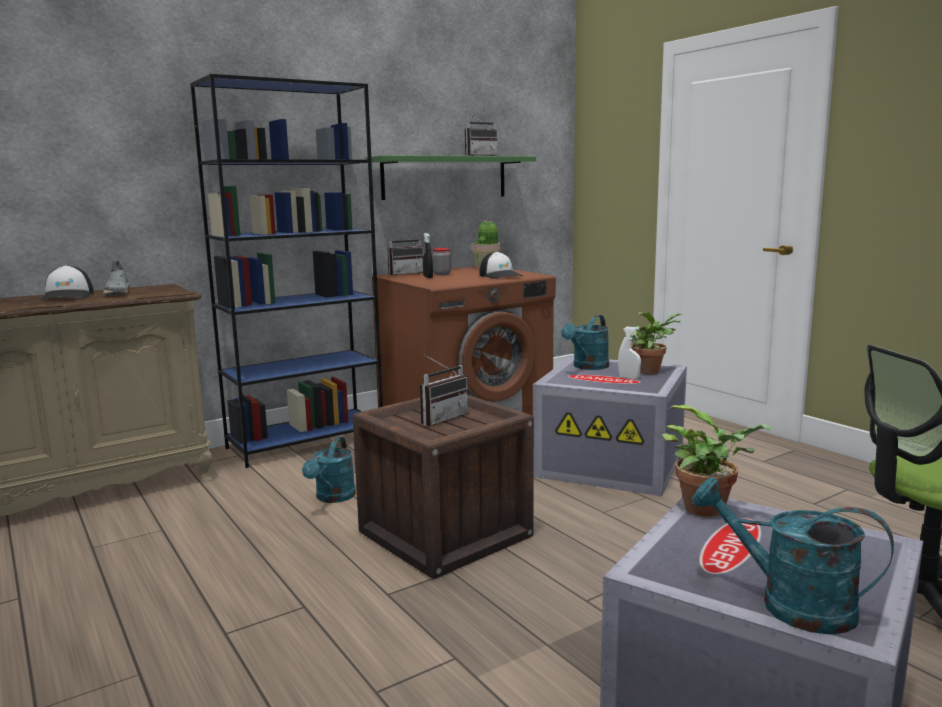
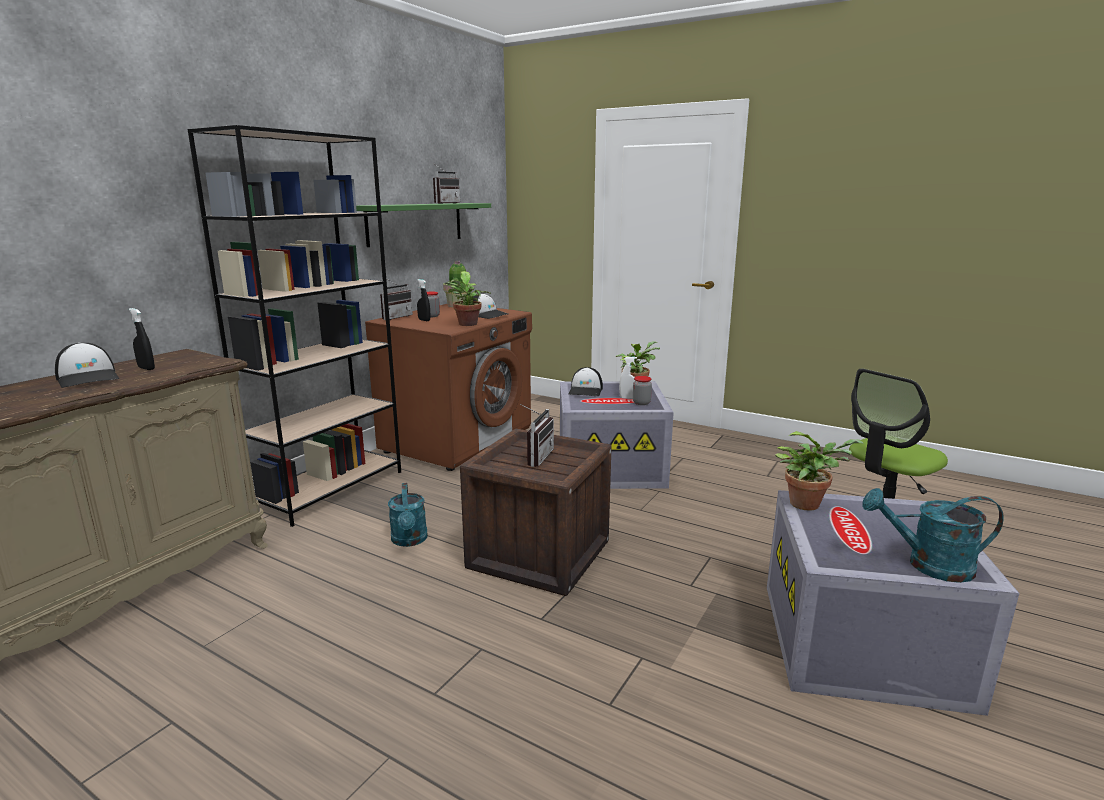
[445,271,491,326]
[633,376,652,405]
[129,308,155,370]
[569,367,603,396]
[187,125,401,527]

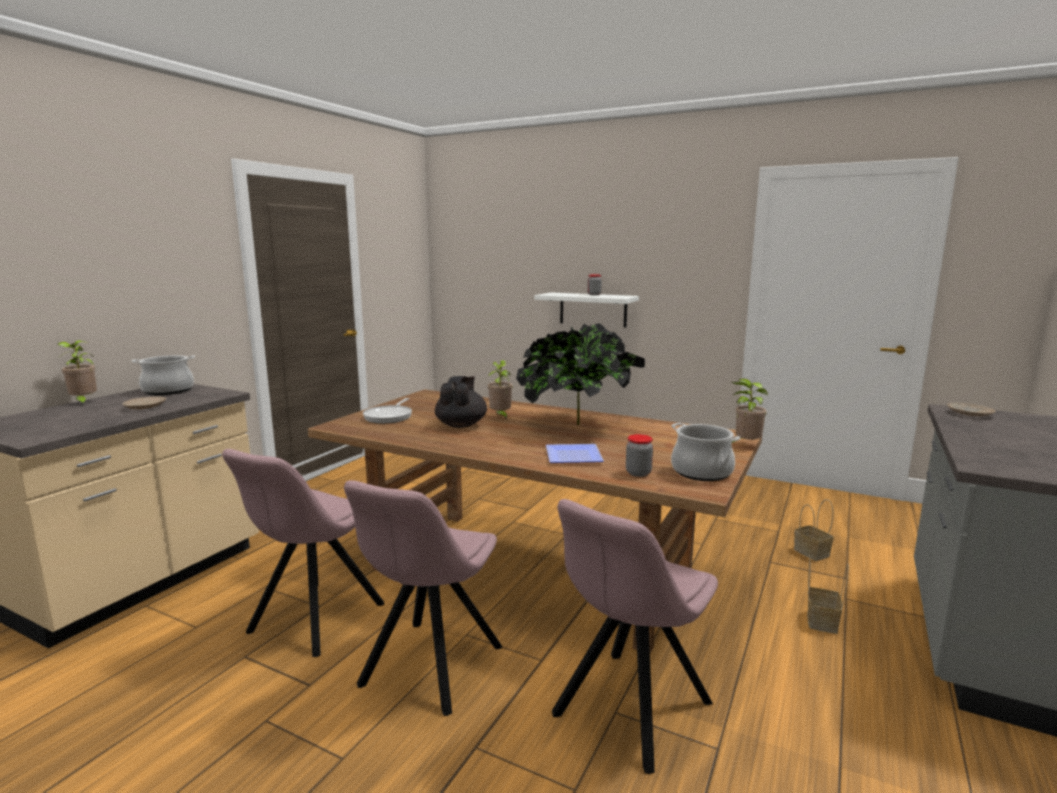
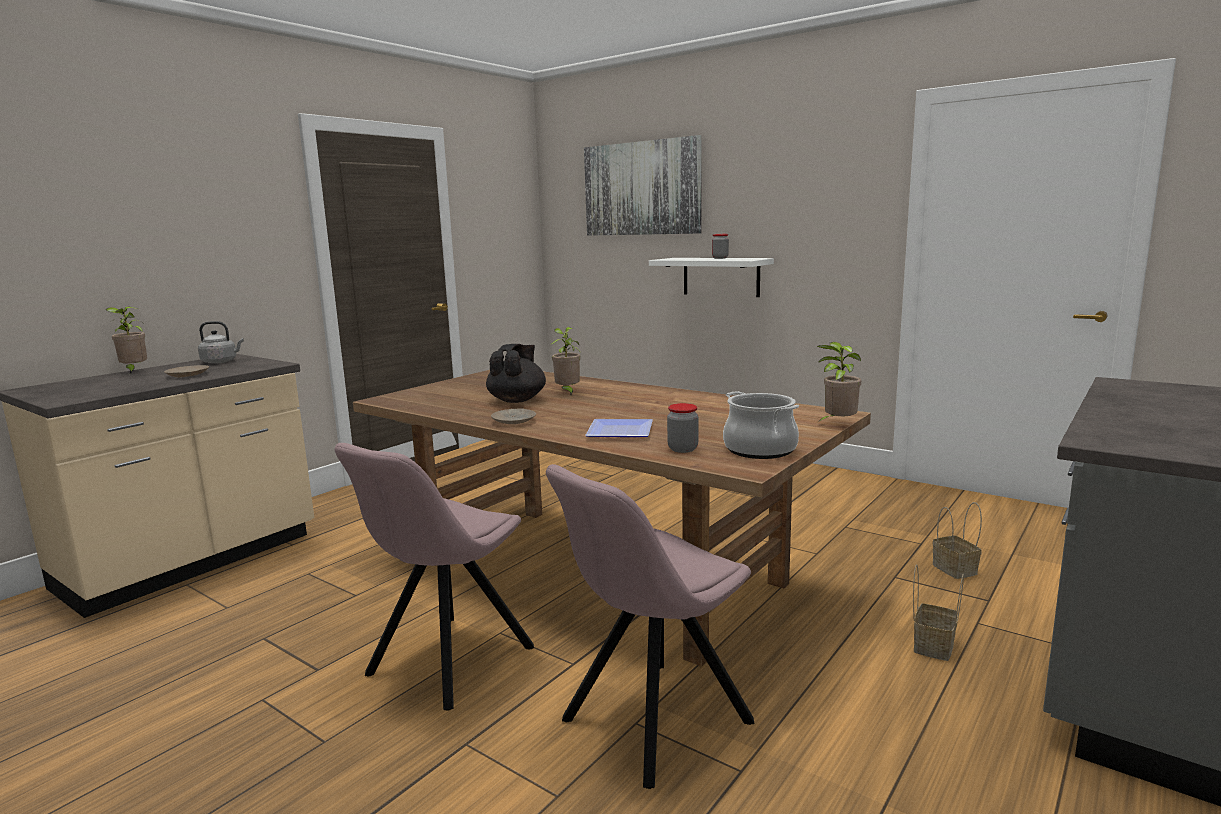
[222,449,384,657] (first image)
[363,398,412,424] (first image)
[516,323,645,425] (first image)
[584,135,702,236]
[491,408,536,424]
[198,321,244,364]

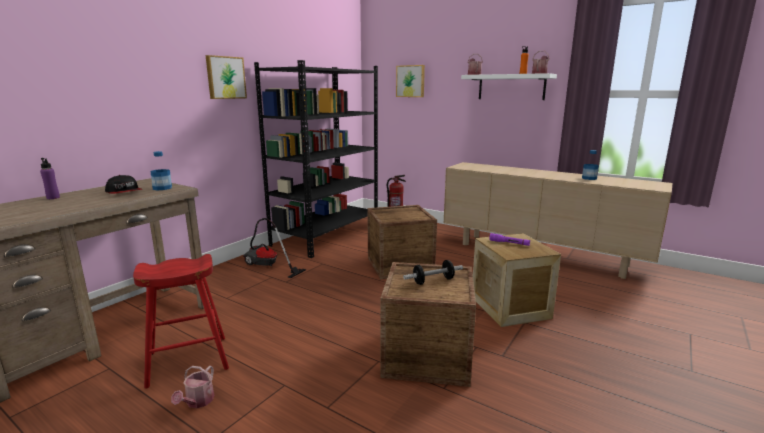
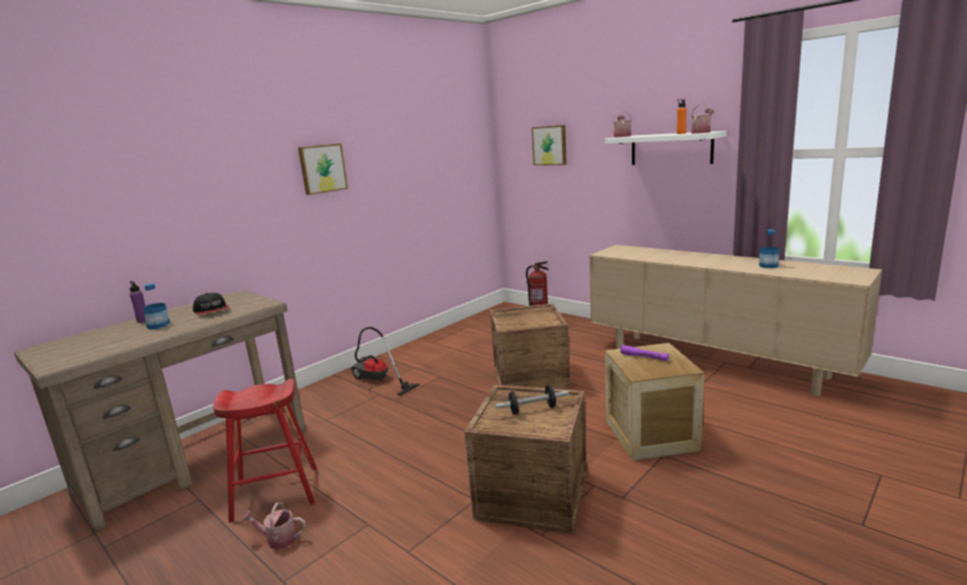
[254,60,378,258] (first image)
[144,283,170,330]
[241,502,306,550]

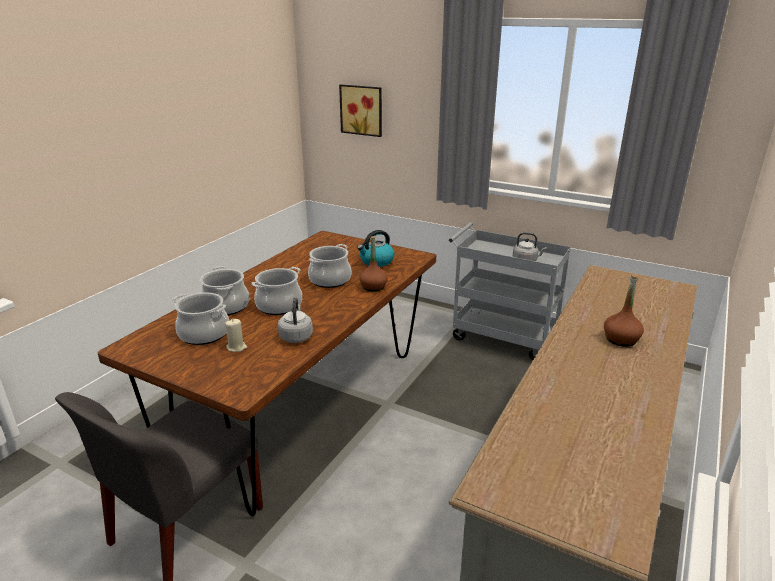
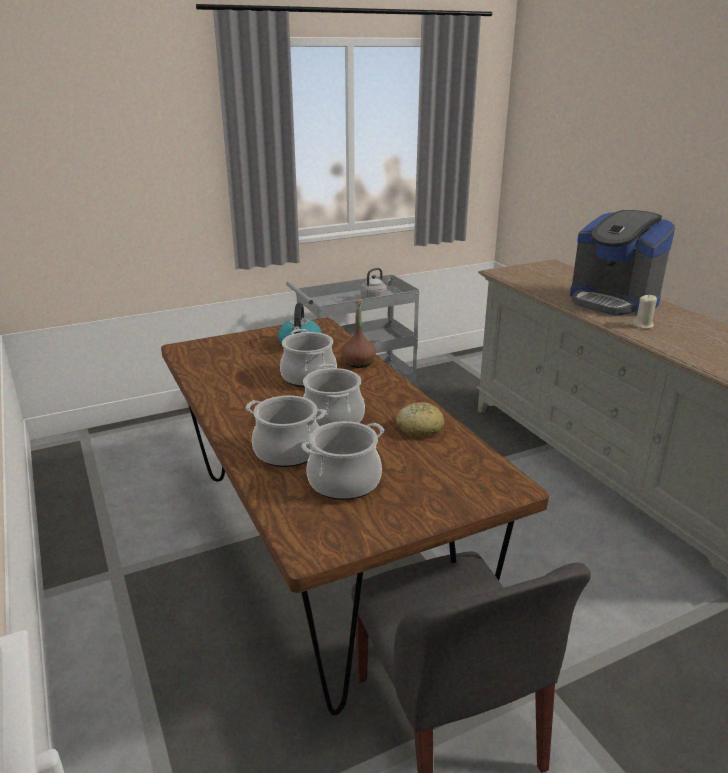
[339,85,382,137] (first image)
[632,294,657,329]
[396,402,444,437]
[570,210,675,315]

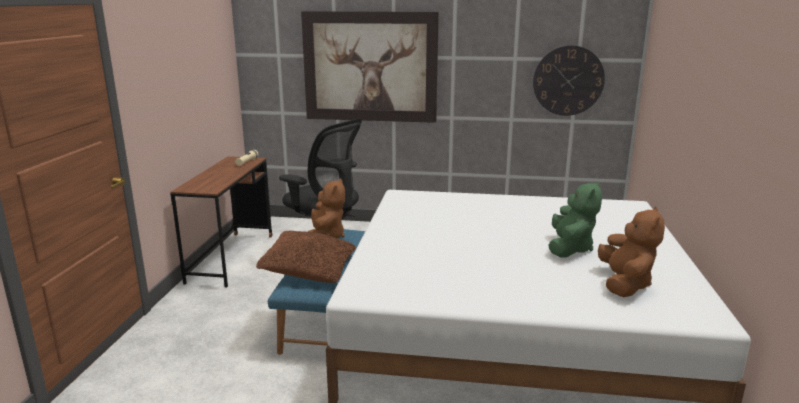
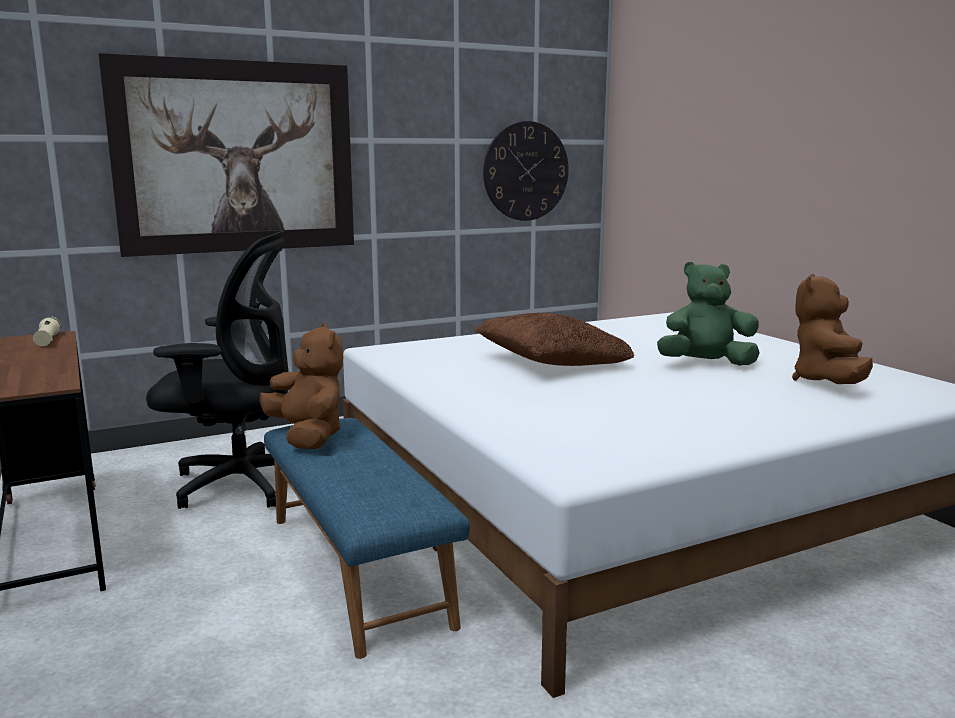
[475,313,634,366]
[657,262,760,366]
[792,274,873,384]

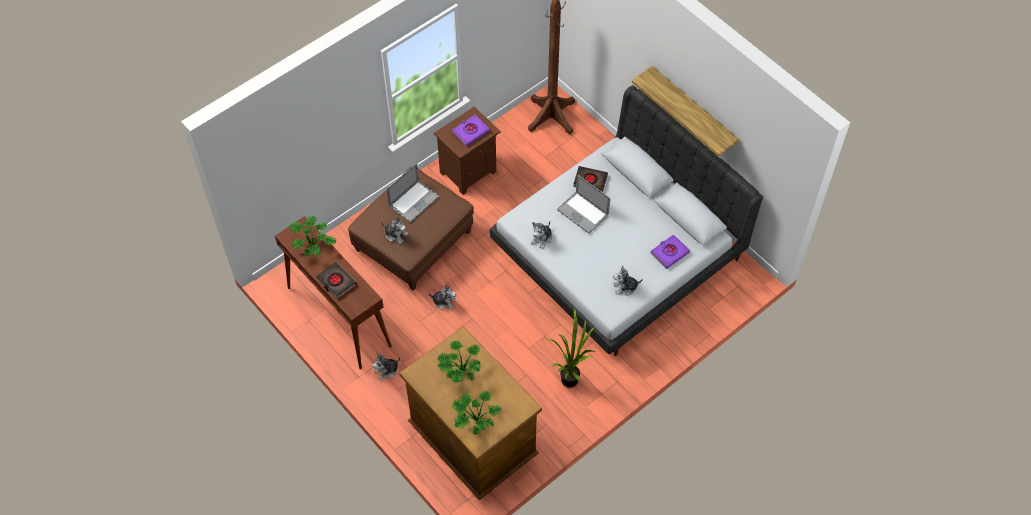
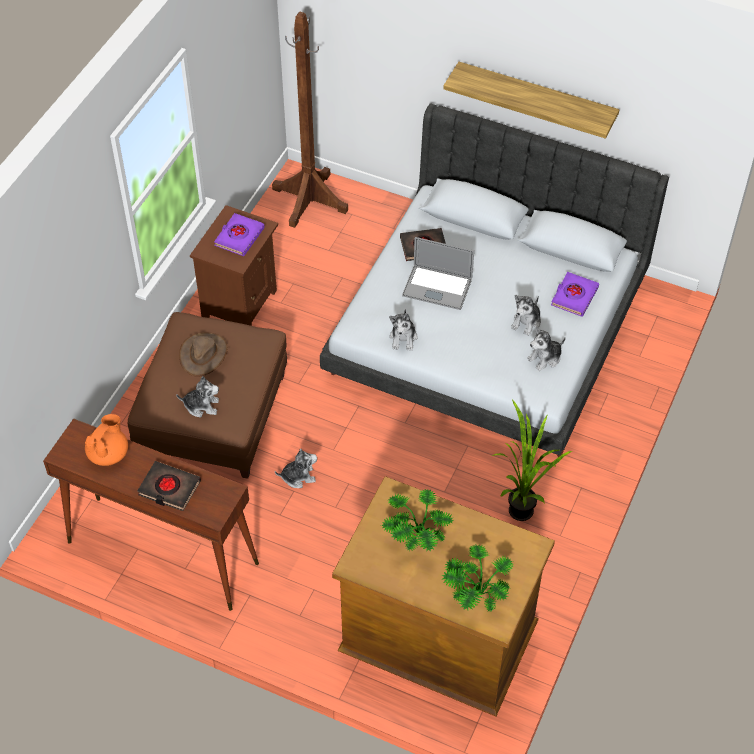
[511,295,541,336]
[85,414,128,466]
[179,332,228,377]

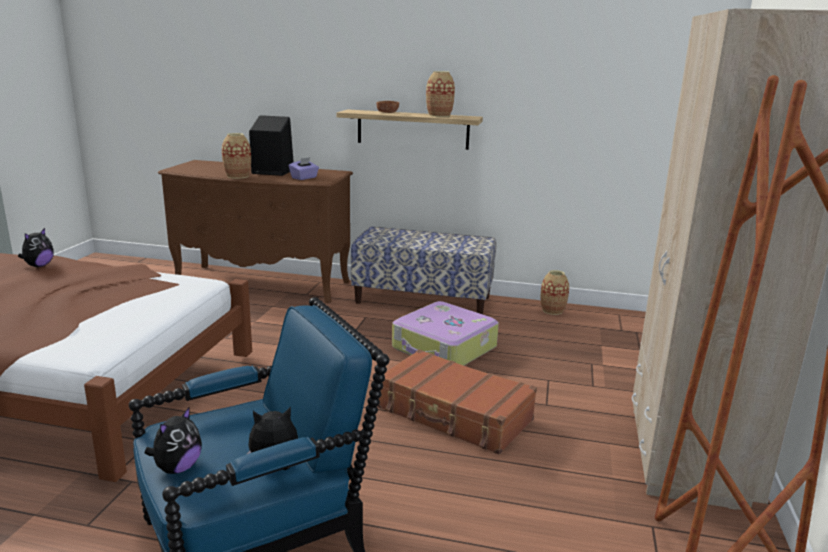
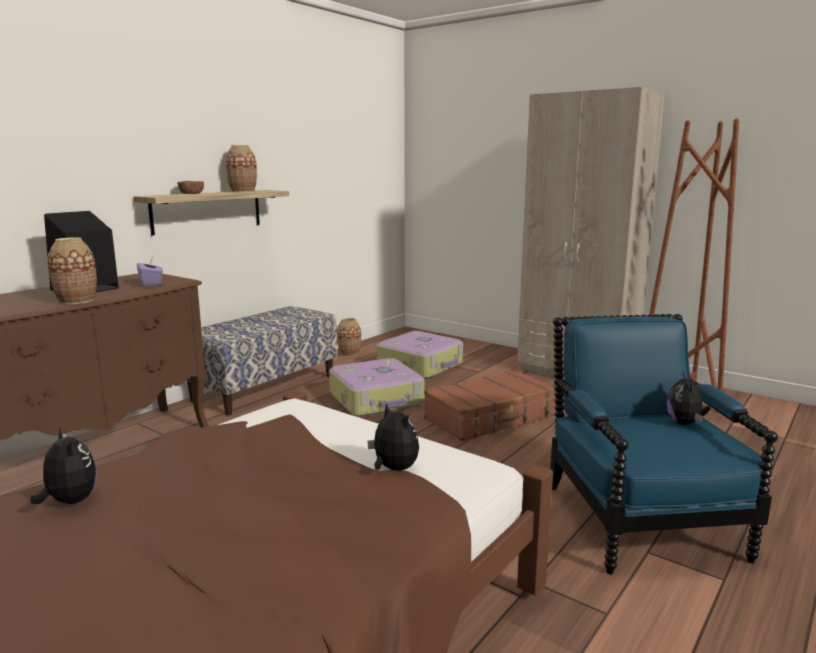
[377,331,463,379]
[367,403,419,471]

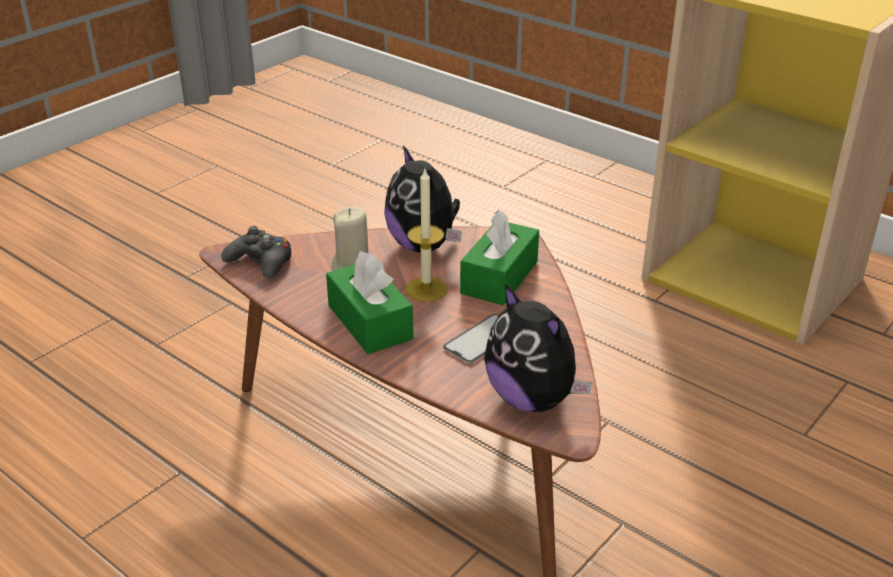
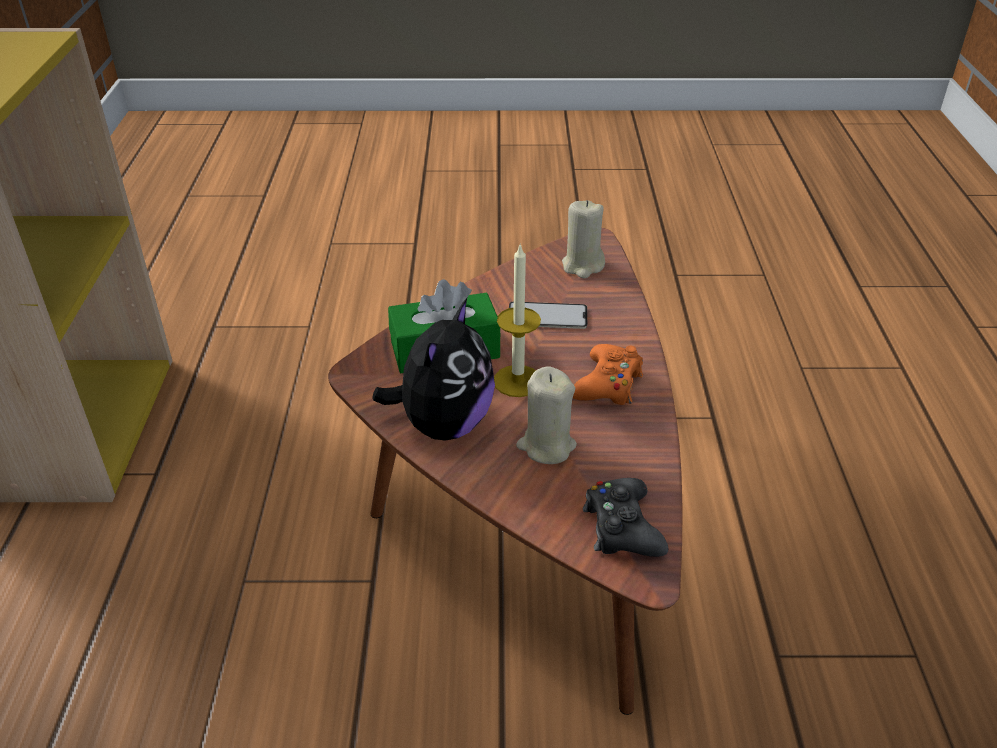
[573,344,643,405]
[562,200,605,278]

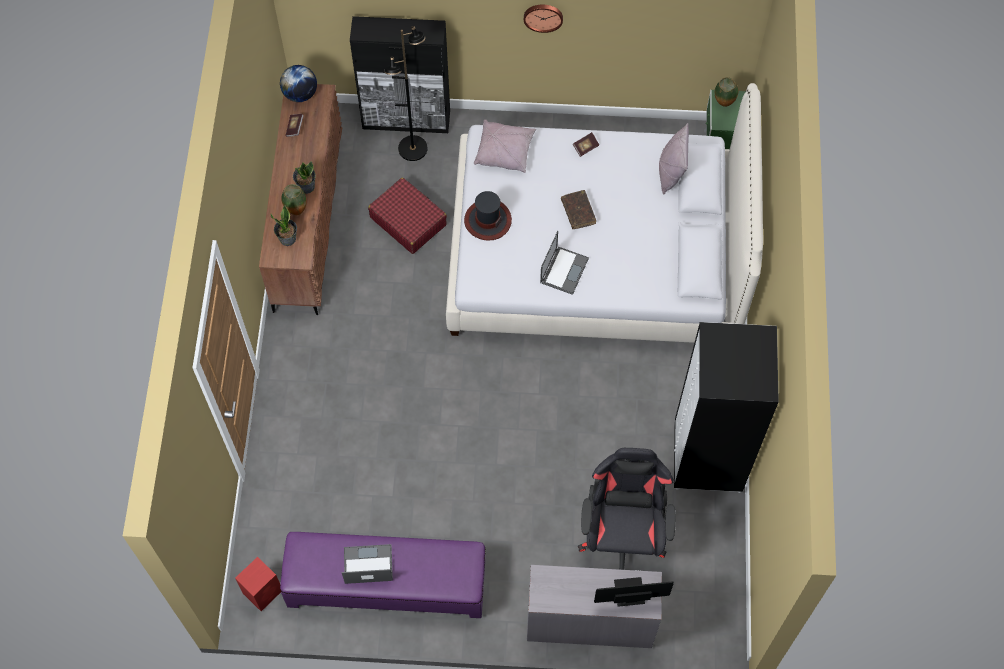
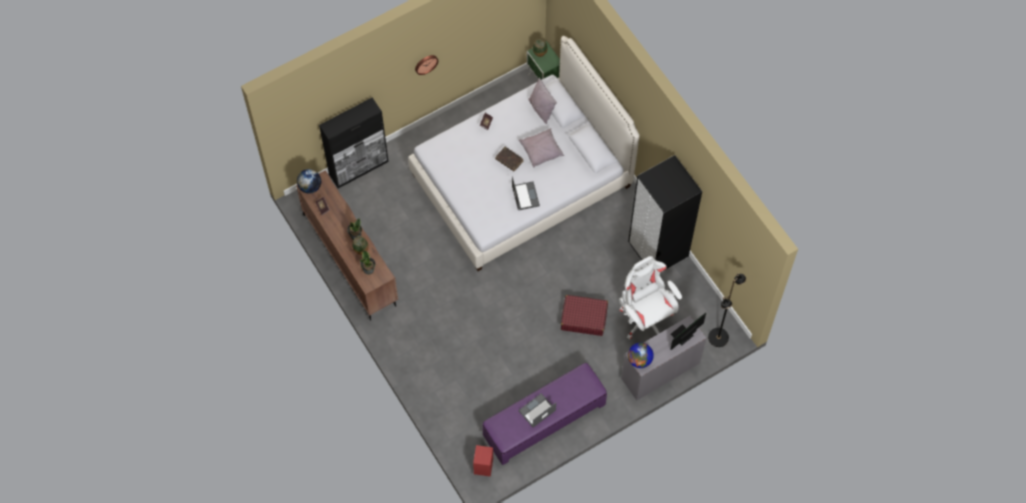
[464,191,512,241] (first image)
[628,343,654,368]
[561,295,608,336]
[708,273,746,347]
[519,128,564,168]
[619,256,682,339]

